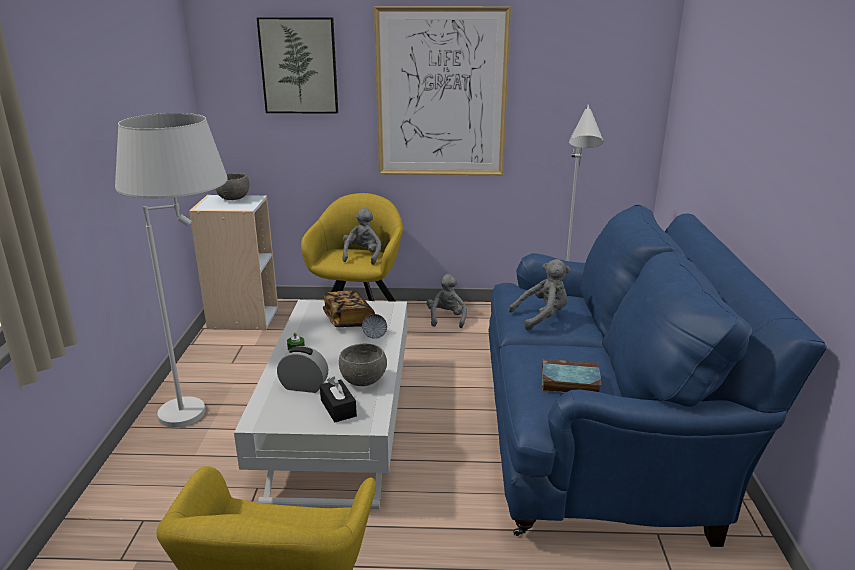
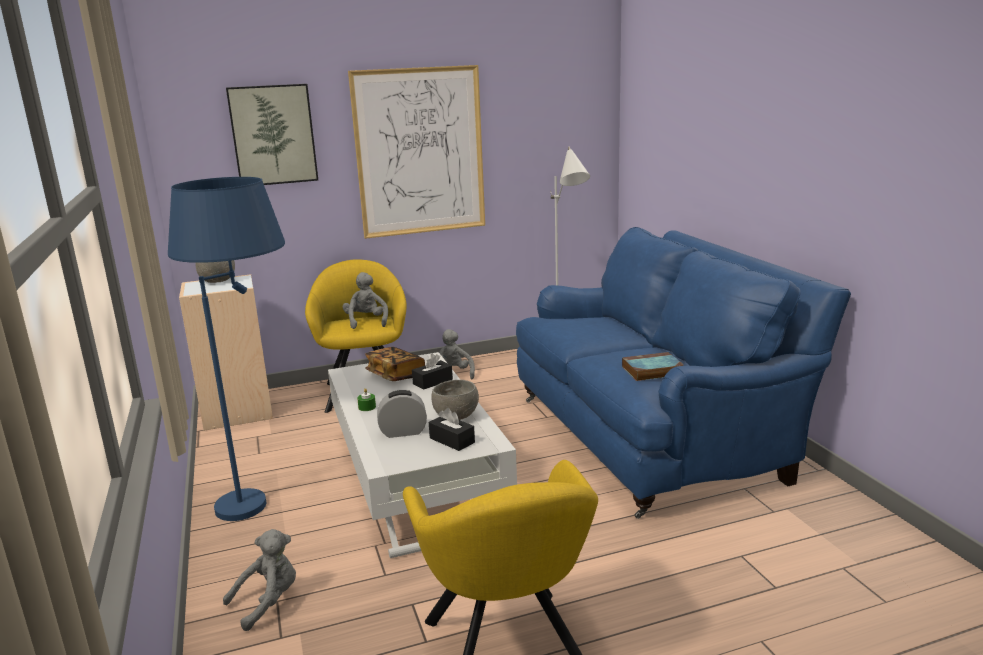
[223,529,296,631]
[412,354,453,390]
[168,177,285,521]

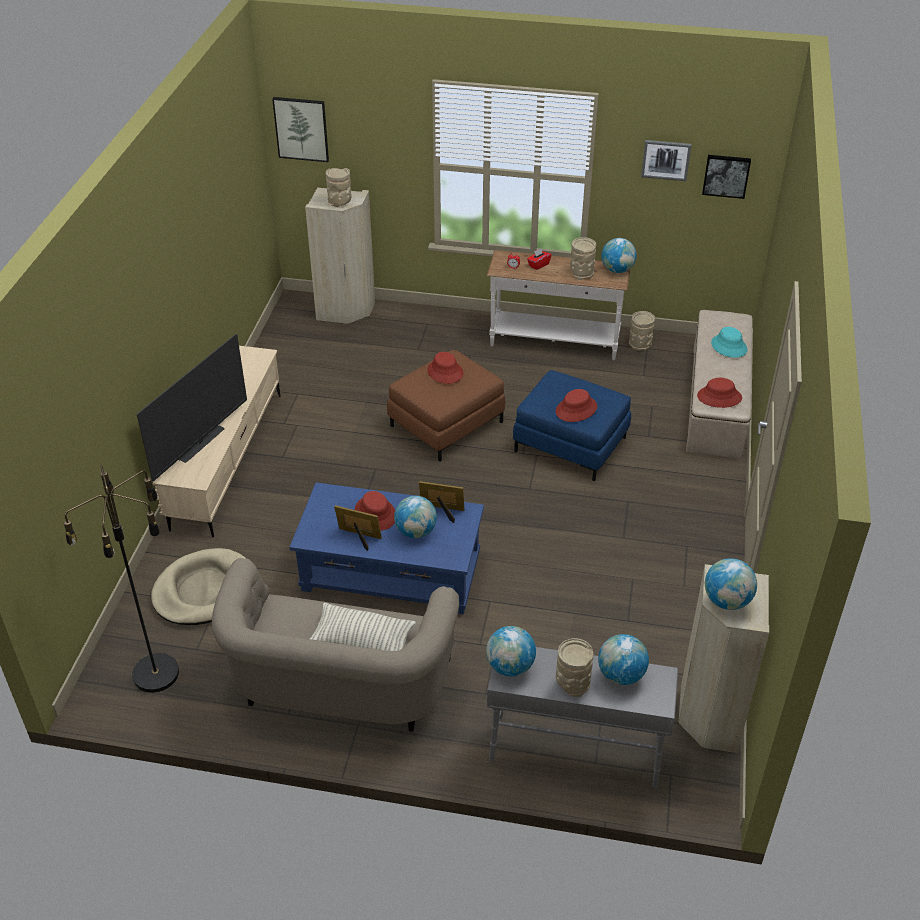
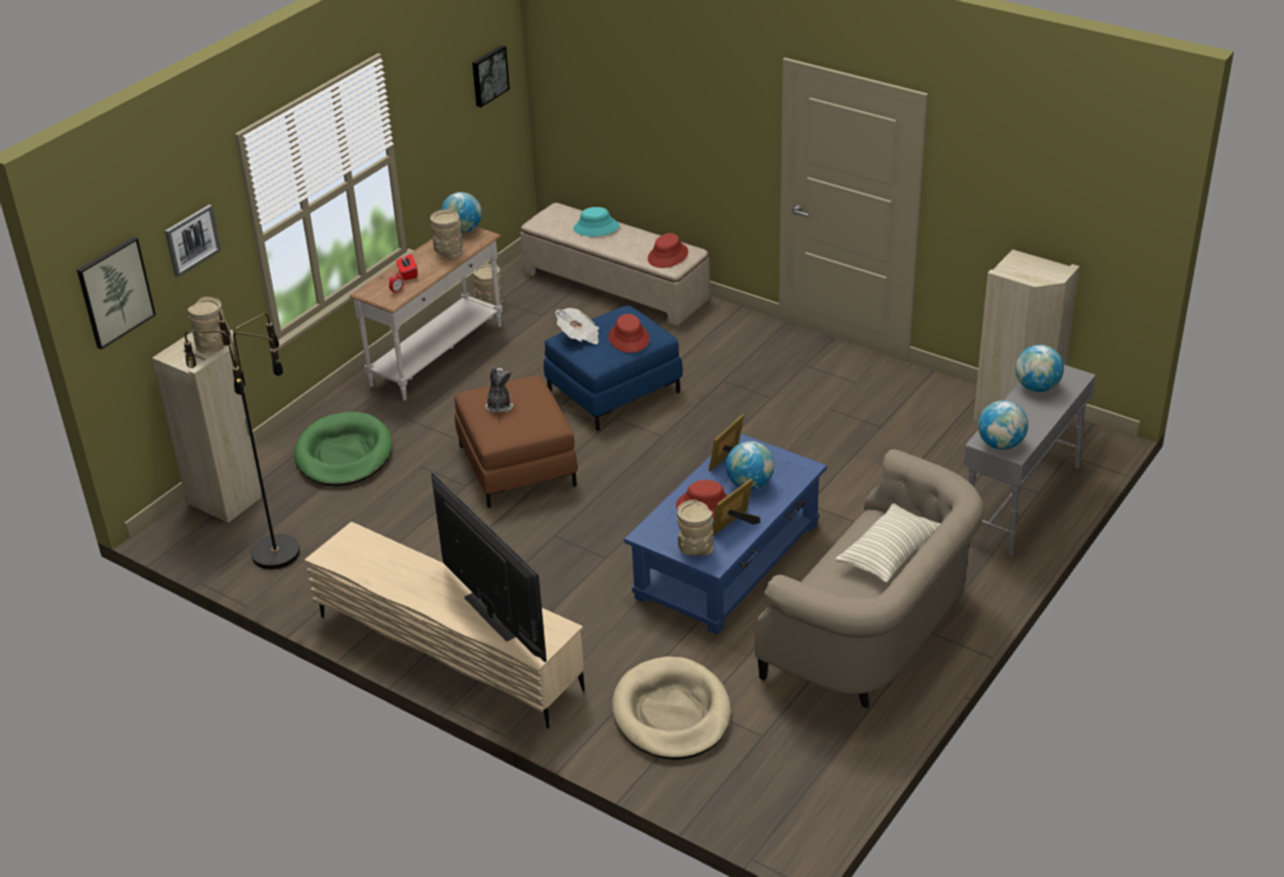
[705,558,757,610] (first image)
[294,412,392,486]
[555,308,599,344]
[184,310,300,569]
[677,500,713,556]
[165,205,221,277]
[485,367,514,413]

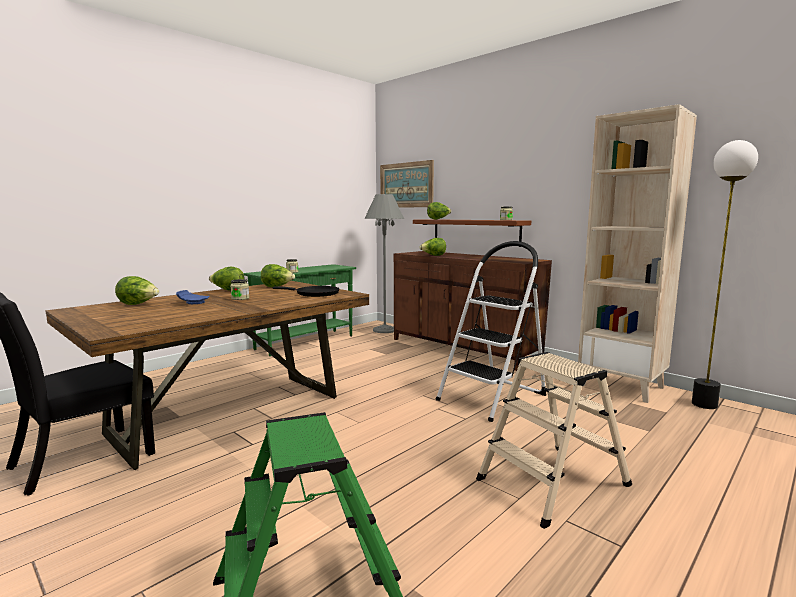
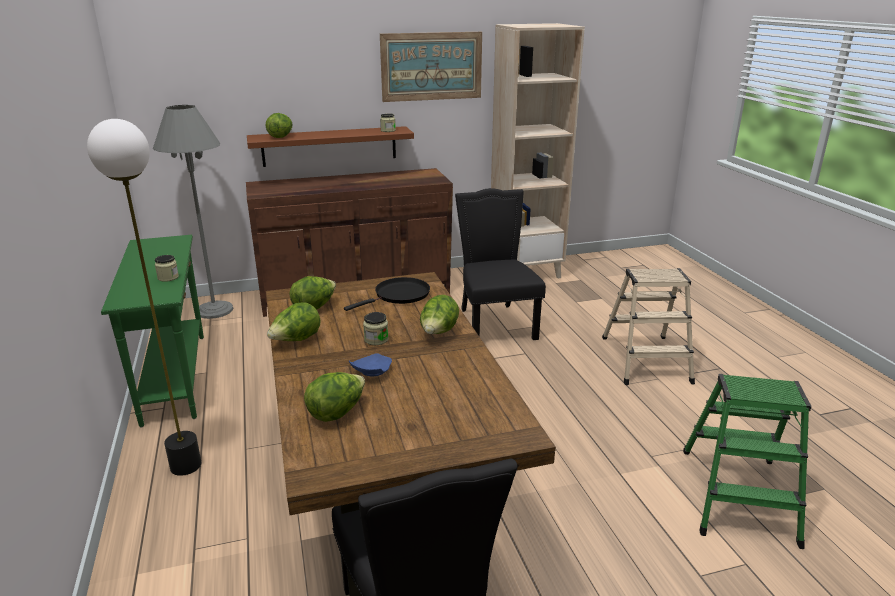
[380,32,482,102]
[420,295,459,334]
[87,119,202,476]
[455,188,546,340]

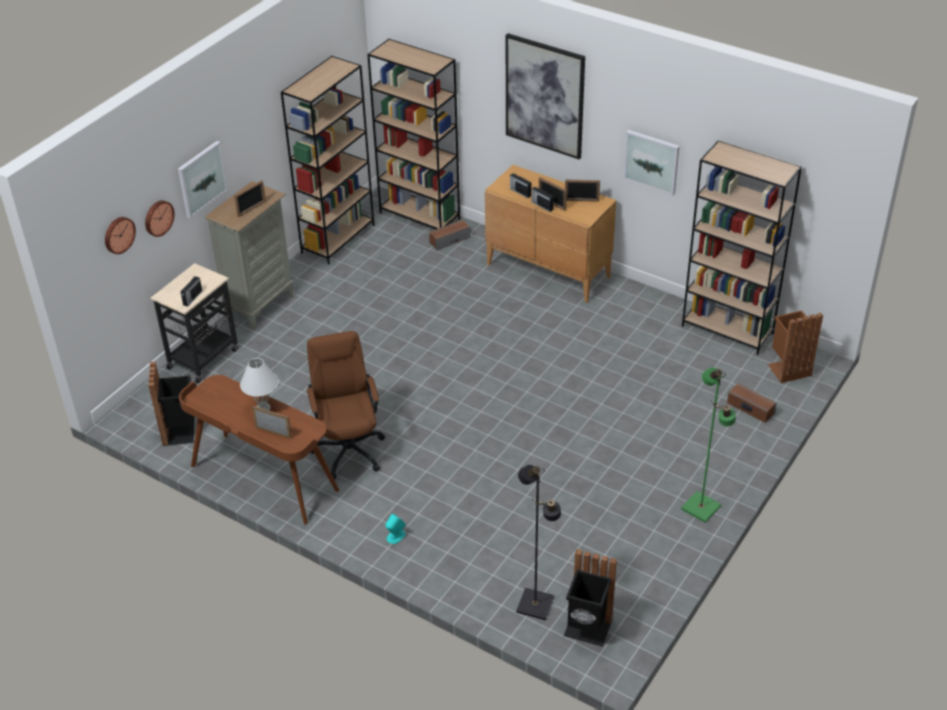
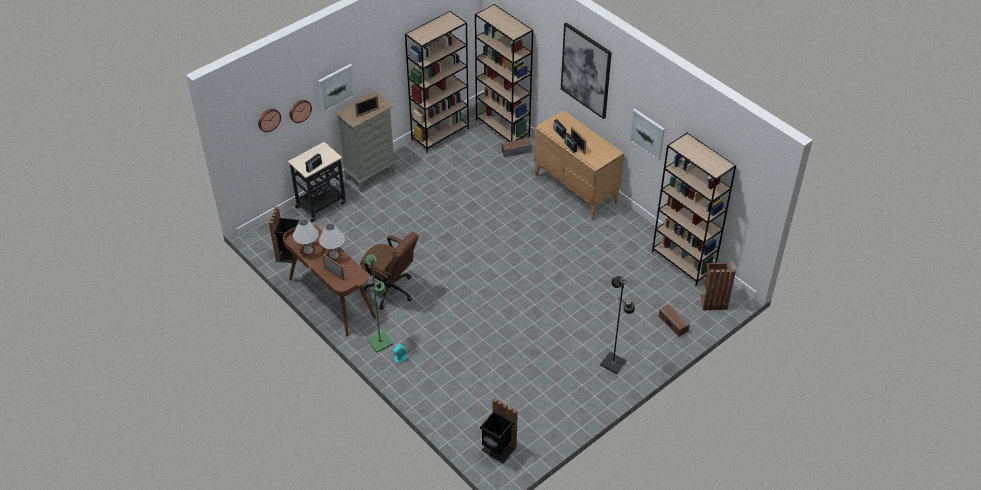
[565,180,600,202] (first image)
[293,219,318,254]
[600,276,635,374]
[366,254,393,353]
[360,232,419,310]

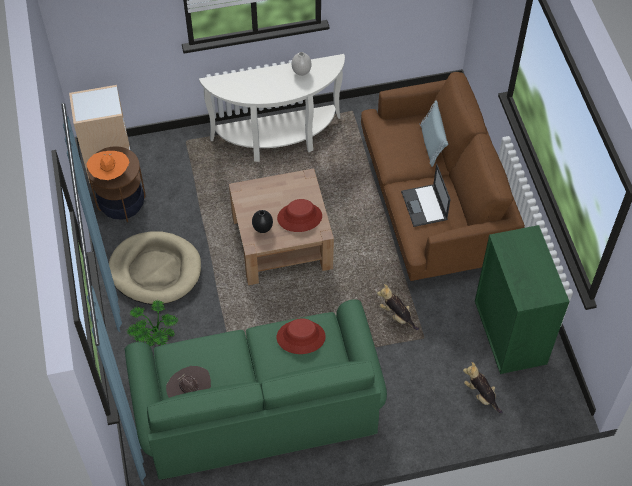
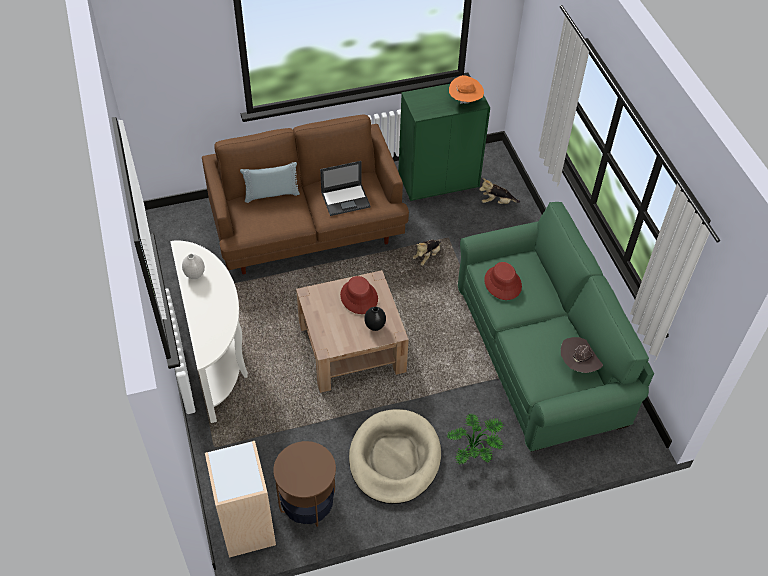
[449,75,484,104]
[479,178,520,204]

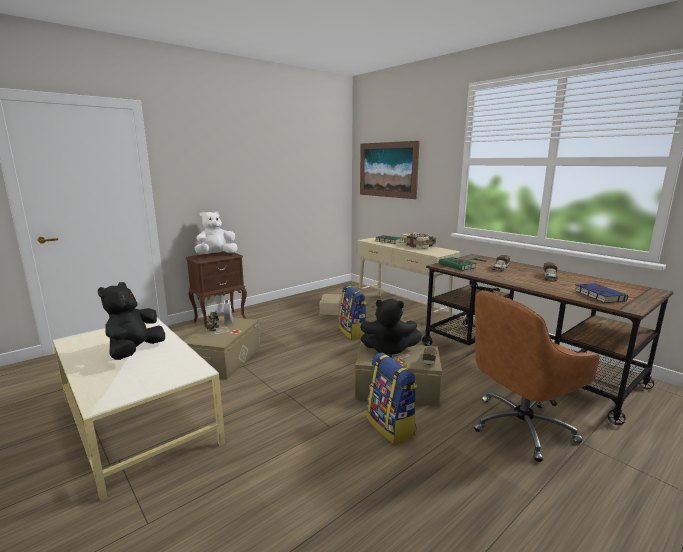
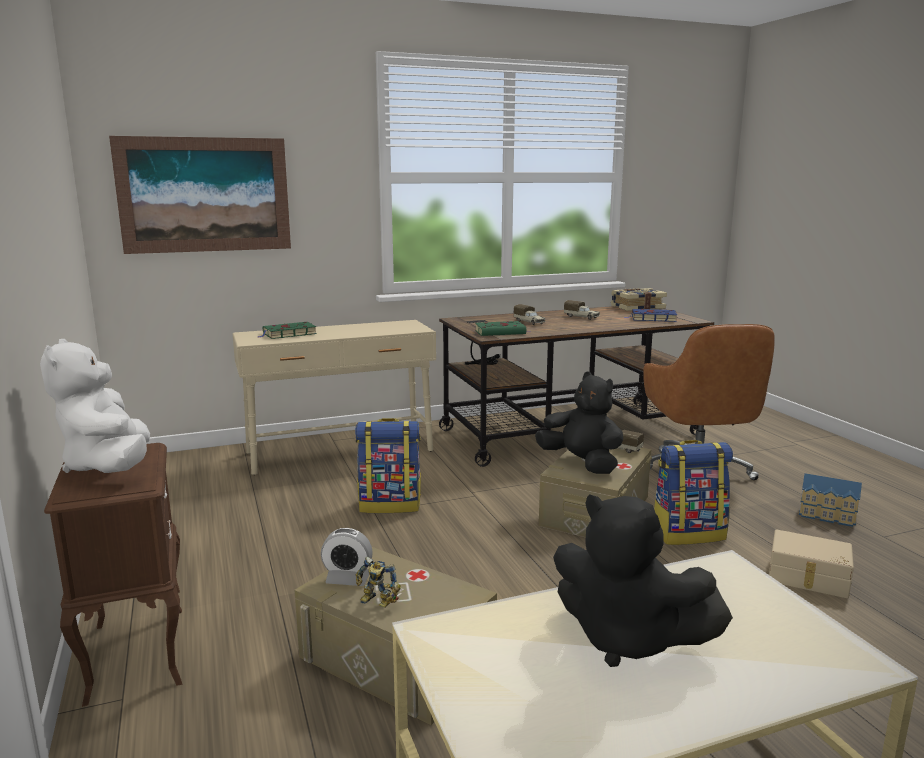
[799,473,862,527]
[769,529,854,598]
[611,288,667,311]
[535,372,623,474]

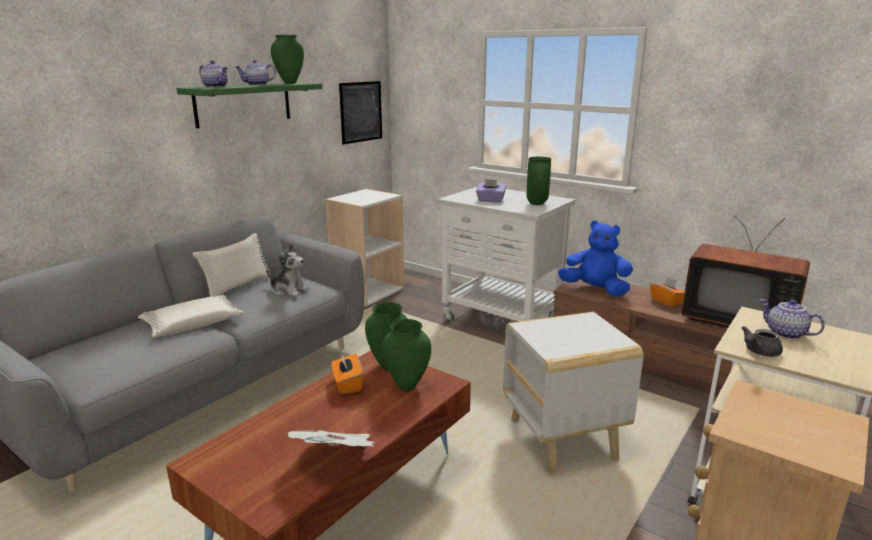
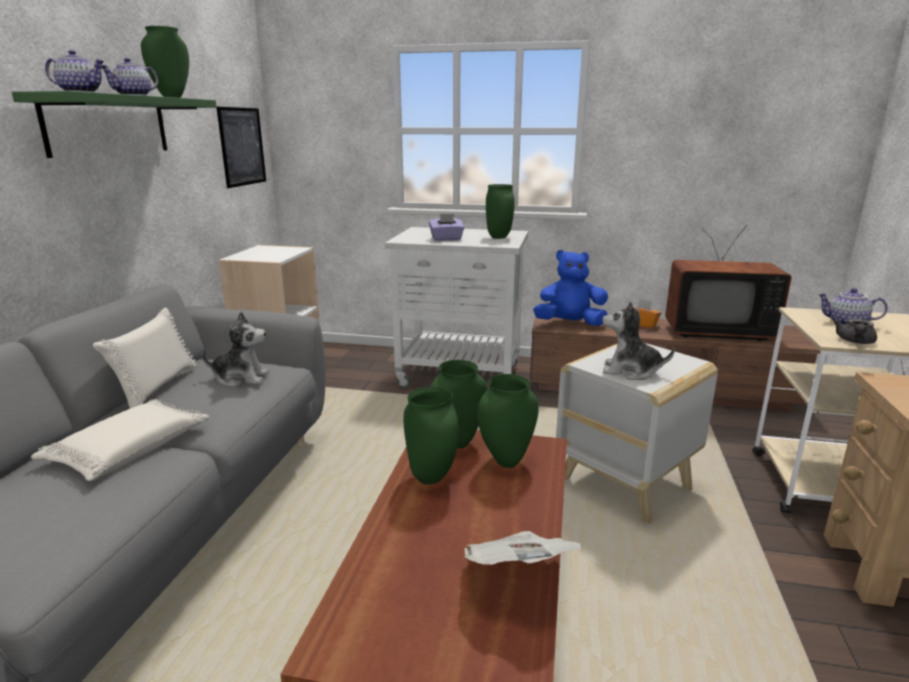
[603,301,675,380]
[403,387,459,485]

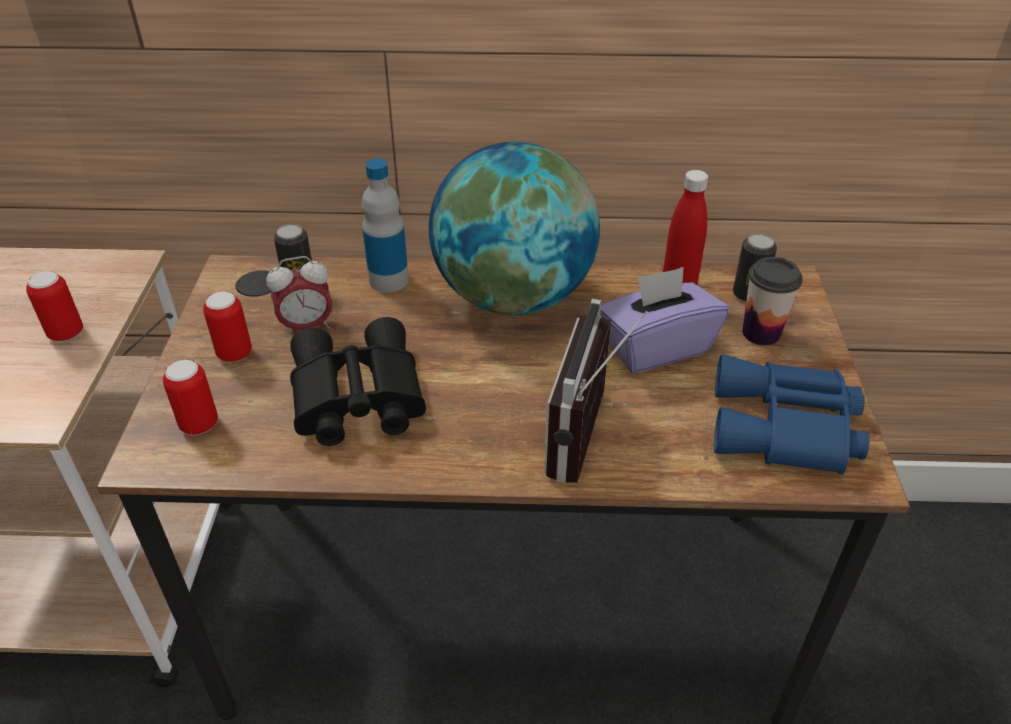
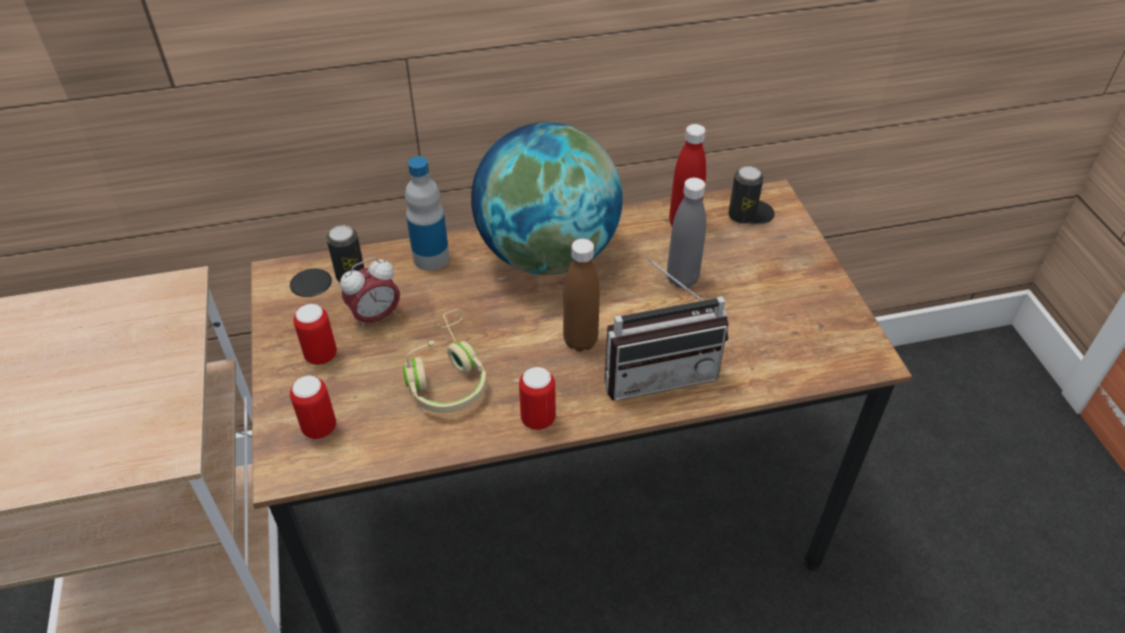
[714,354,870,475] (first image)
[743,257,803,346] (first image)
[563,239,600,352]
[519,367,556,430]
[403,309,486,413]
[667,178,706,288]
[605,256,728,401]

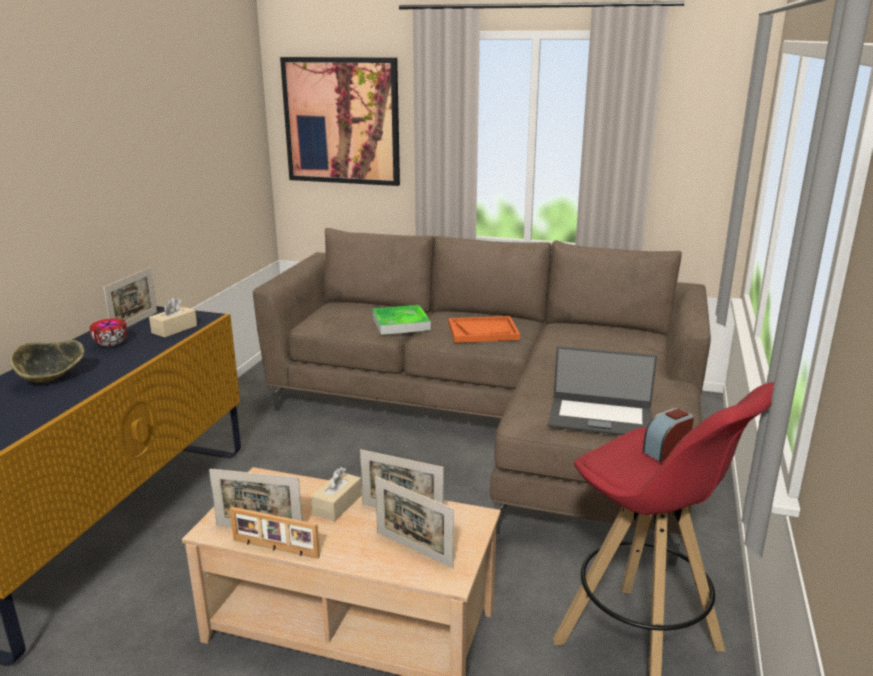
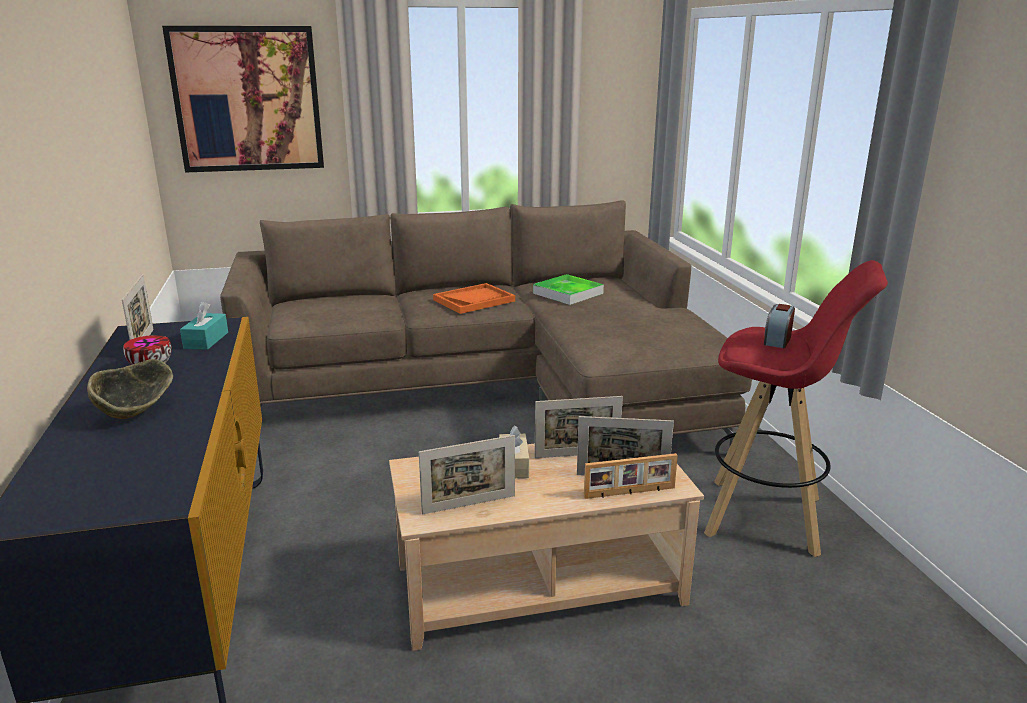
[548,346,657,435] (first image)
[584,453,678,499]
[533,274,604,305]
[180,302,228,350]

